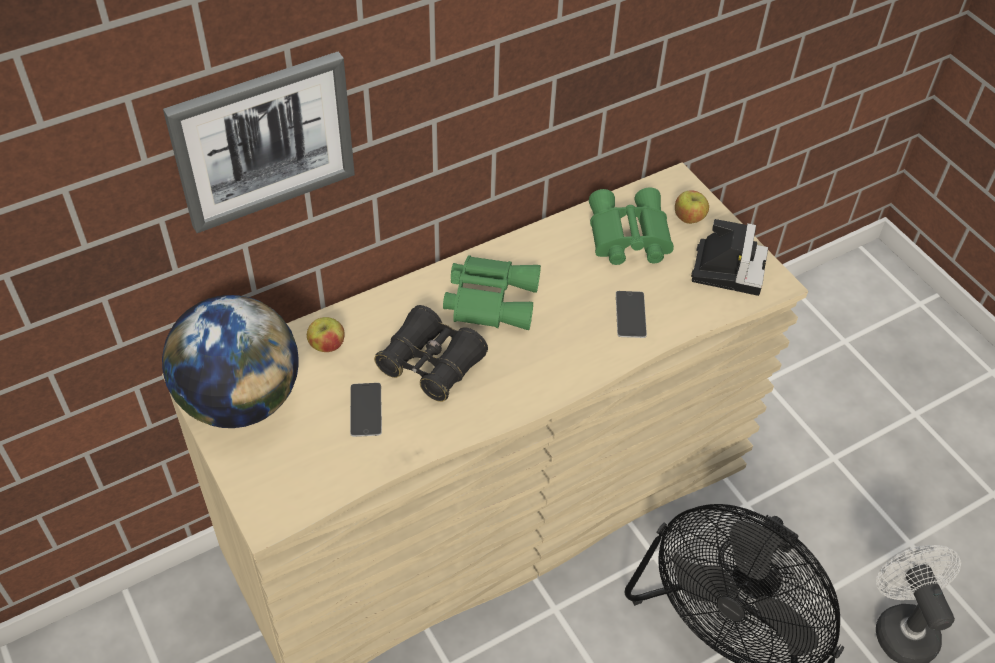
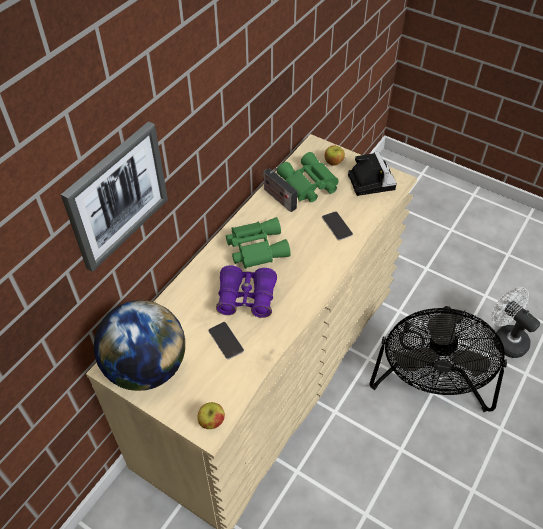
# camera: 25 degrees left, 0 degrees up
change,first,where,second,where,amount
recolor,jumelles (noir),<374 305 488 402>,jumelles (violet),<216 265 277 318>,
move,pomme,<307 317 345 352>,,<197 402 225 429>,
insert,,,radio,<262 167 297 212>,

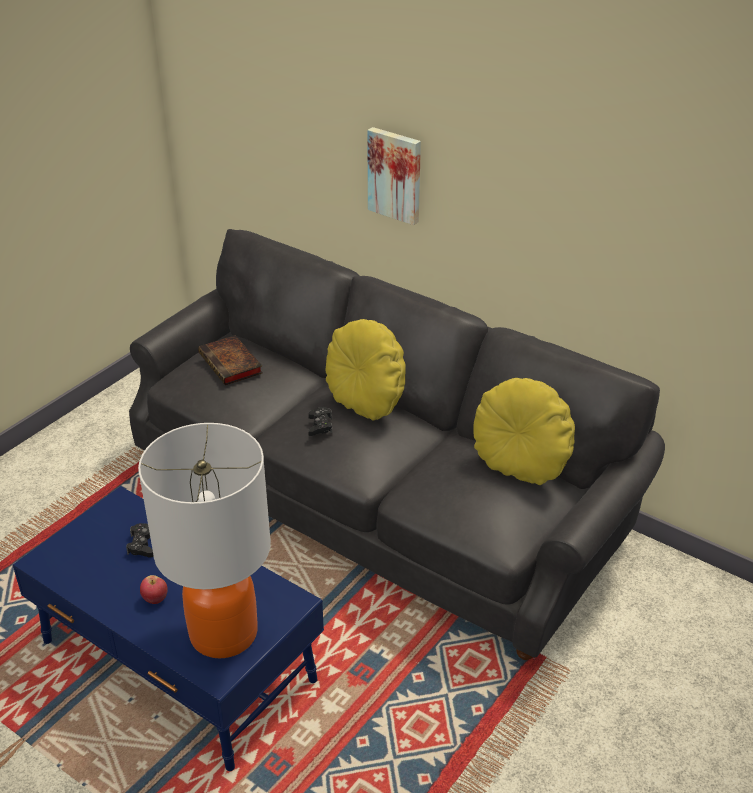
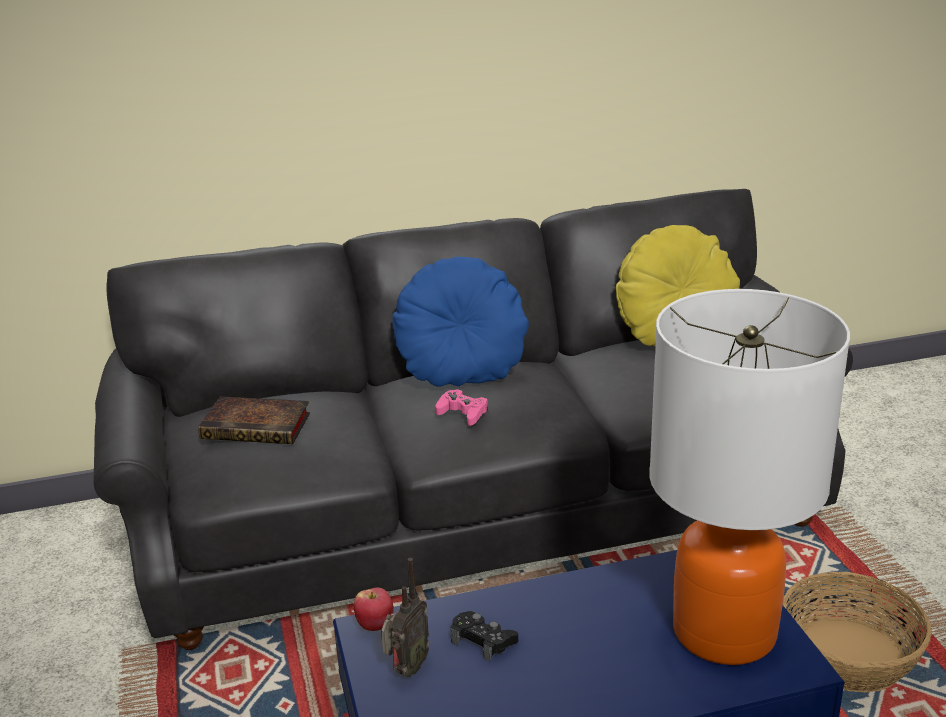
# camera: 50 degrees left, 10 degrees down
change,first,where,second,where,amount
delete,tableau,<367 127 421 225>,,,
recolor,coussin (jaune),<325 319 406 420>,coussin (bleu),<392 257 529 387>,
recolor,manette (noir),<308 407 332 436>,manette (rose),<436 389 488 426>,
move,pomme,<140 575 168 604>,,<354 587 394 631>,
insert,,,radio,<381 558 430 677>,
insert,,,panier,<783 572 932 693>,

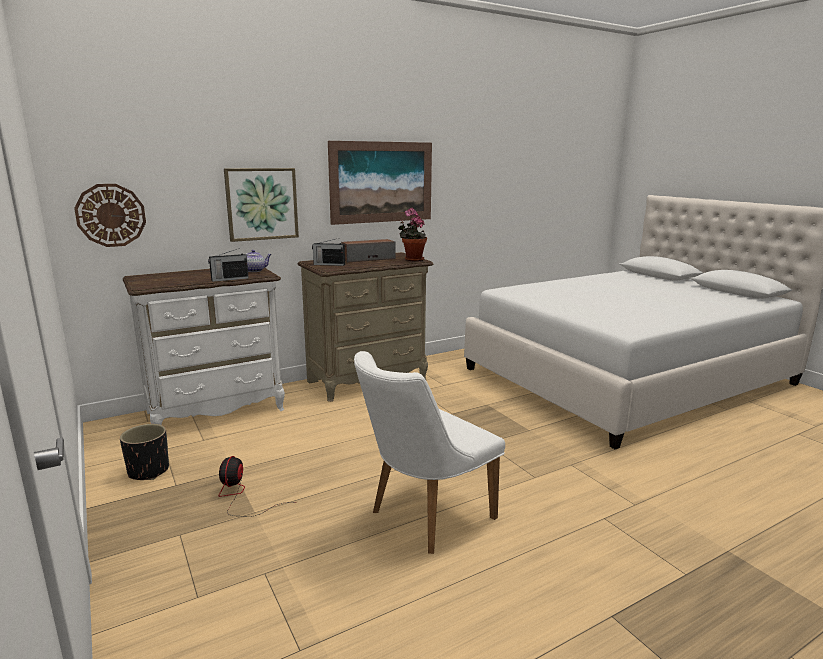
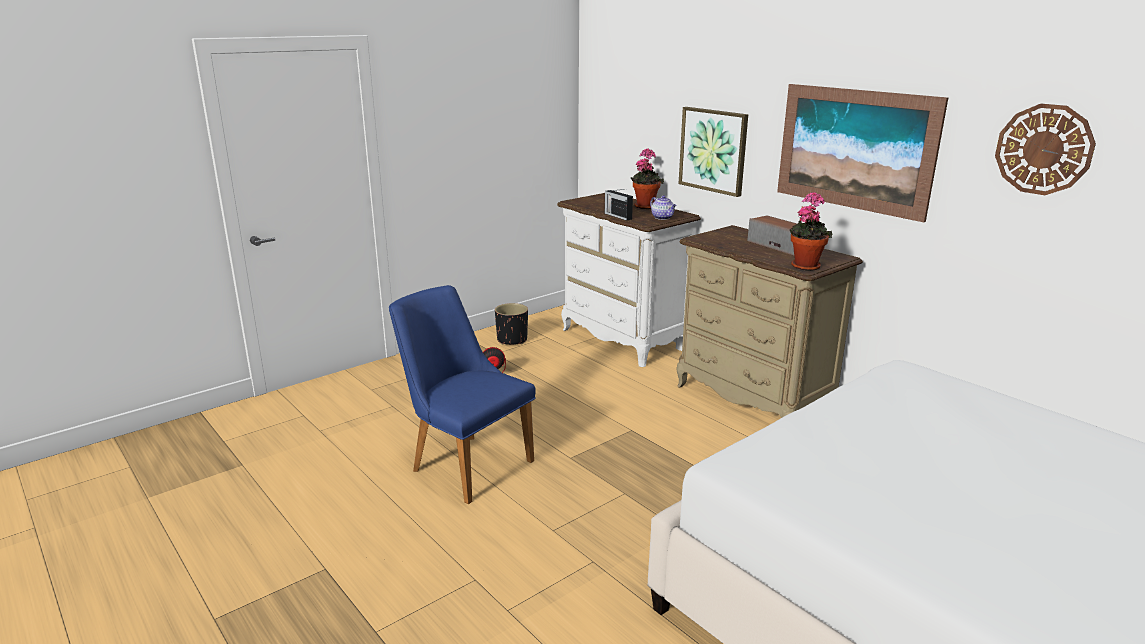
# camera: 80 degrees right, 5 degrees up
change,first,where,second,where,amount
move,horloge murale,<74 184 146 247>,,<995 104 1096 195>,
delete,radio,<312 238 345 266>,,,
recolor,chaise (blanc),<354 351 505 554>,chaise (bleu),<389 285 536 504>,
insert,,,plante en pot,<631 148 664 209>,

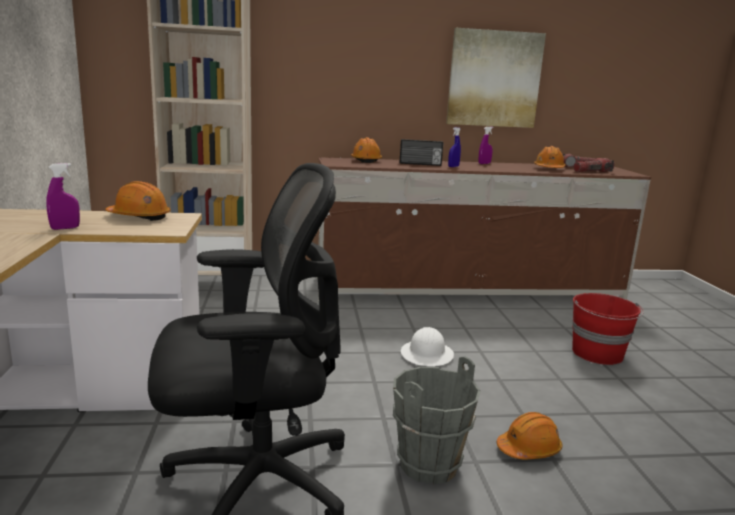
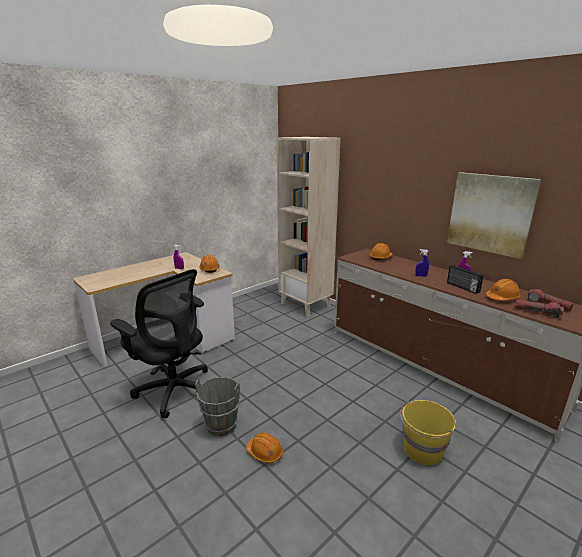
# camera: 55 degrees right, 5 degrees up
change,first,where,second,where,amount
move,radio,<399 139 443 166>,,<447 265 484 294>,
recolor,seau (rouge),<572 293 644 365>,seau (jaune),<400 400 456 465>,
delete,casque de chantier (blanc),<401 327 454 367>,,,

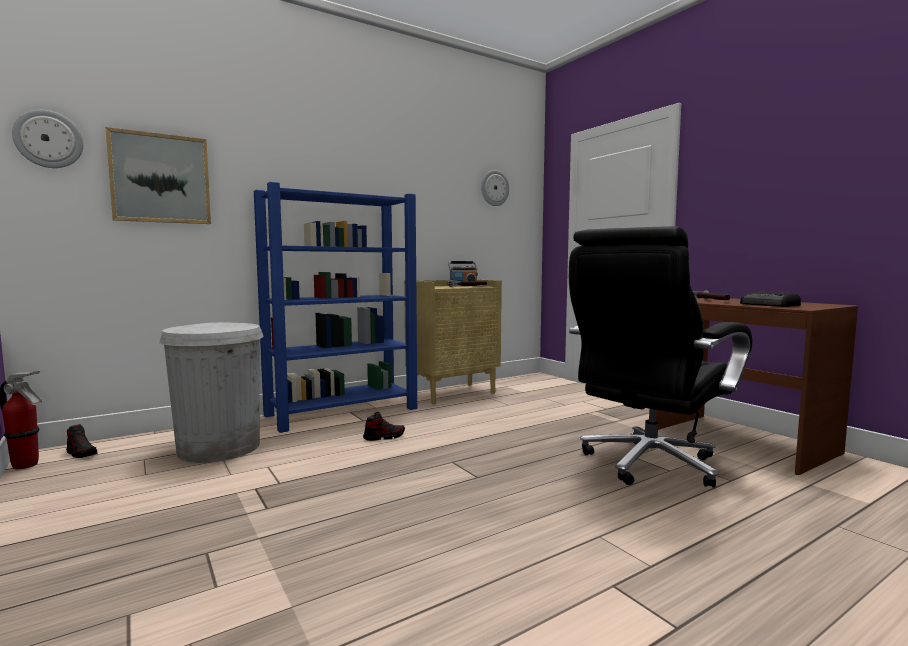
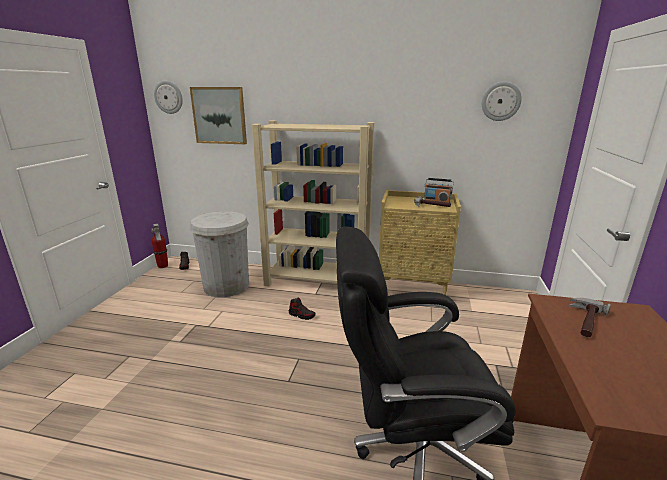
# camera: 45 degrees right, 15 degrees up
change,first,where,second,where,amount
recolor,bibliothèque (bleu),<254 182 417 433>,bibliothèque (beige),<252 120 374 287>,
delete,radio,<740 292 801 307>,,,

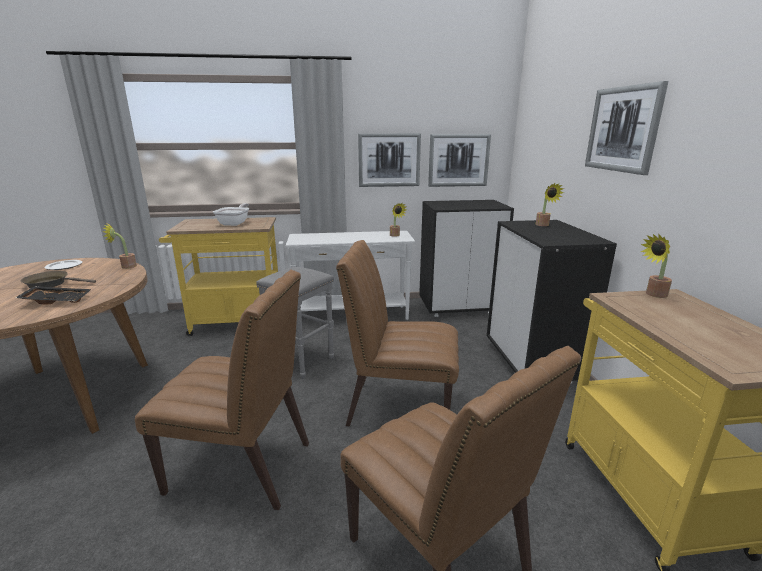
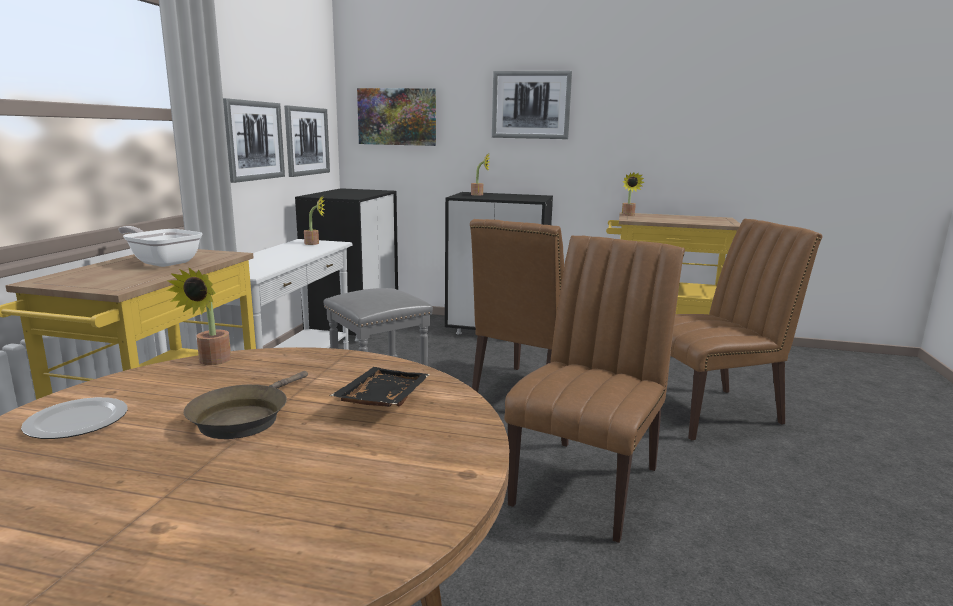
# camera: 70 degrees left, 5 degrees down
change,first,where,second,where,amount
insert,,,tableau,<357 88 436 146>,

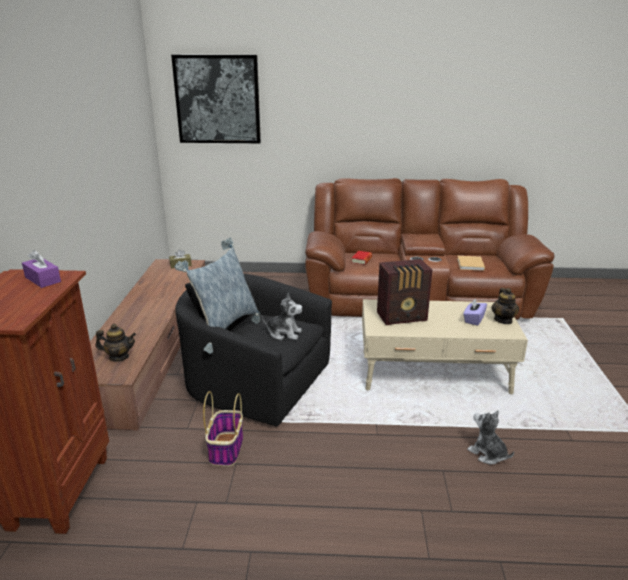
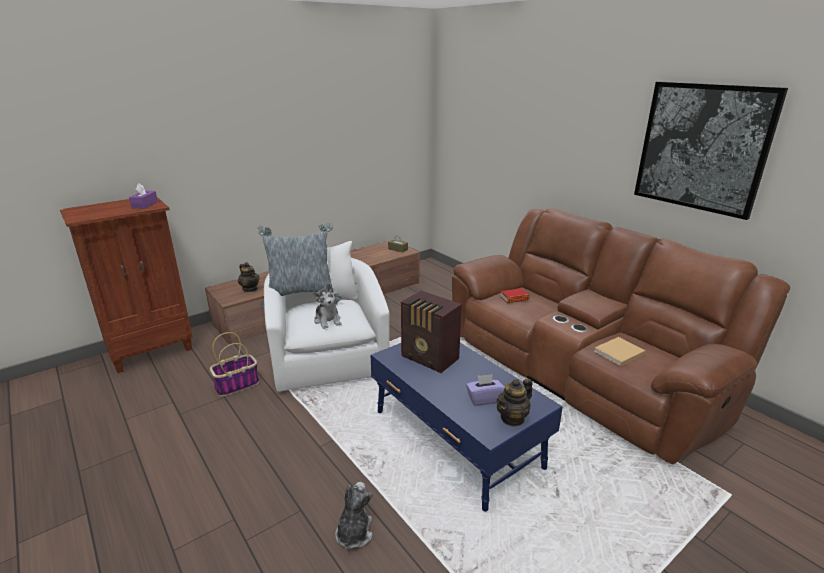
# camera: 50 degrees right, 0 degrees up
change,first,where,second,where,amount
move,tableau,<171 55 261 143>,,<634 82 788 220>,
recolor,fauteuil (noir),<175 274 332 426>,fauteuil (blanc),<264 241 390 392>,
recolor,table basse (beige),<362 299 528 394>,table basse (bleu),<370 343 563 512>,

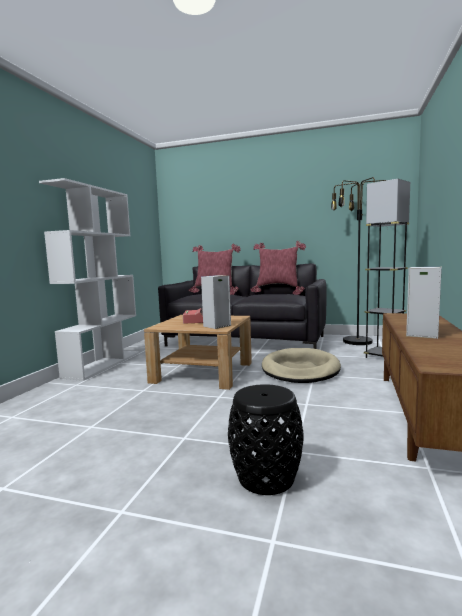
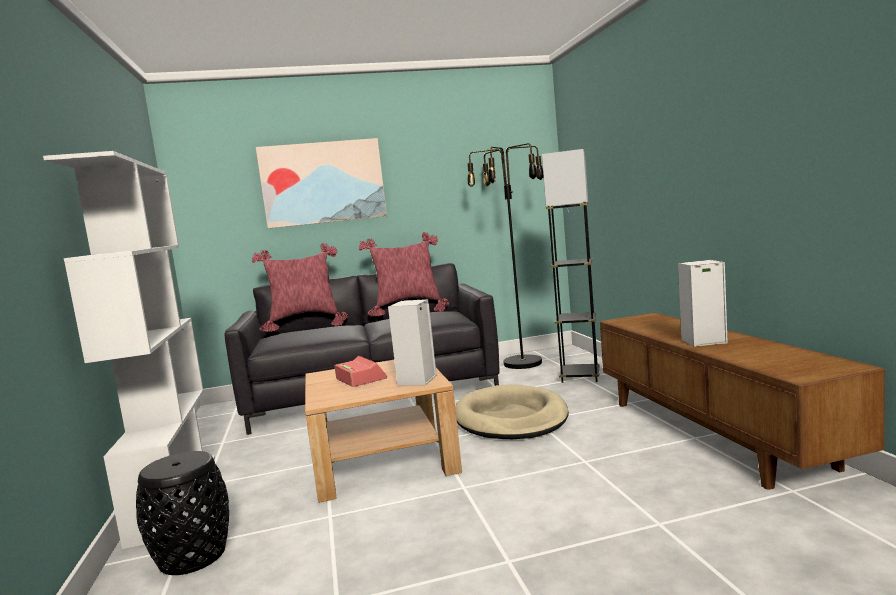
# camera: 30 degrees left, 0 degrees up
change,first,where,second,where,amount
move,tabouret (noir),<228 384 304 495>,,<136 451 229 575>,
insert,,,tableau,<256 138 387 228>,

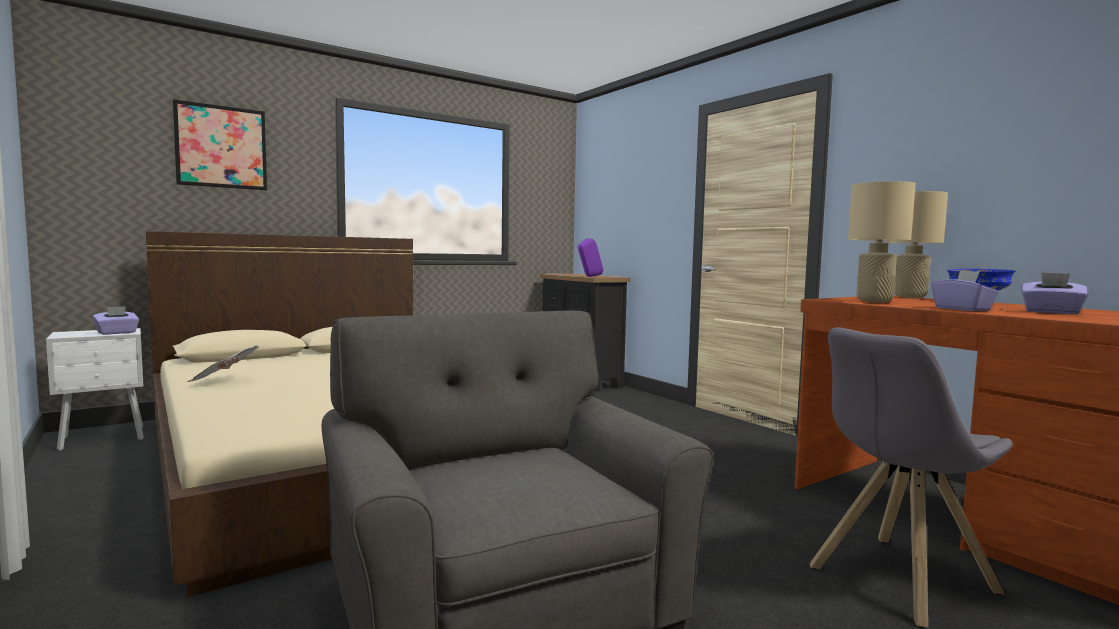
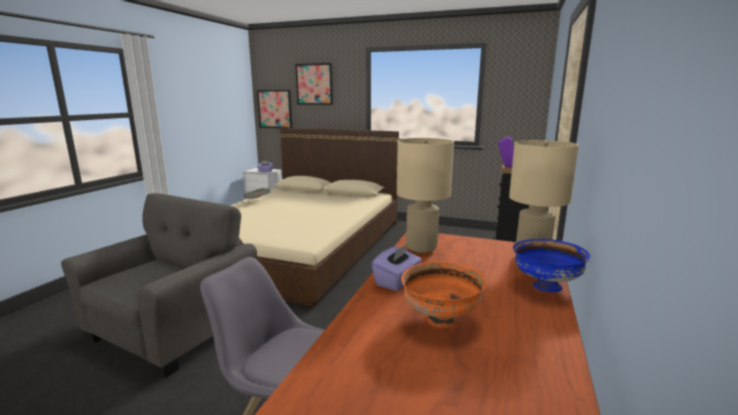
# camera: 55 degrees right, 10 degrees up
change,first,where,second,where,amount
replace,boîte à mouchoirs (violet),<1022 272 1088 314>,bol (orange),<401 261 486 328>,
insert,,,tableau,<257 90 293 128>,

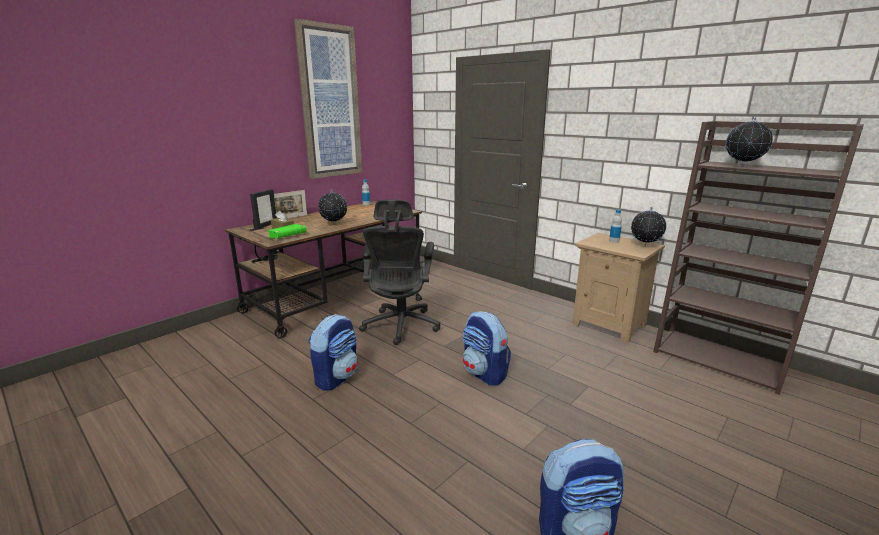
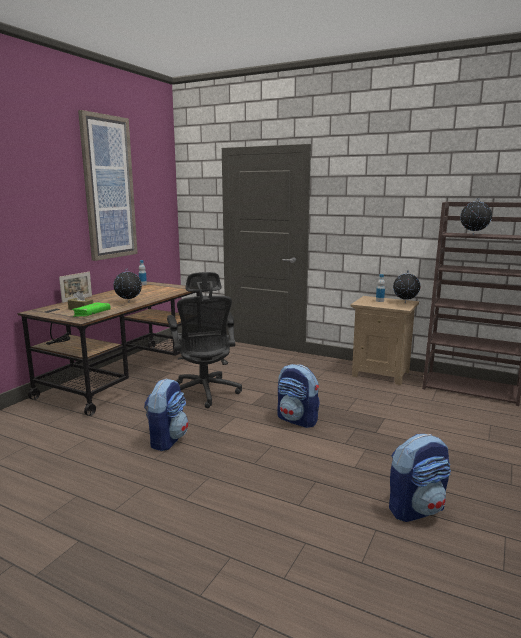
# camera: 15 degrees left, 5 degrees down
change,first,where,second,where,amount
delete,cadre photo,<250 189 277 229>,,,

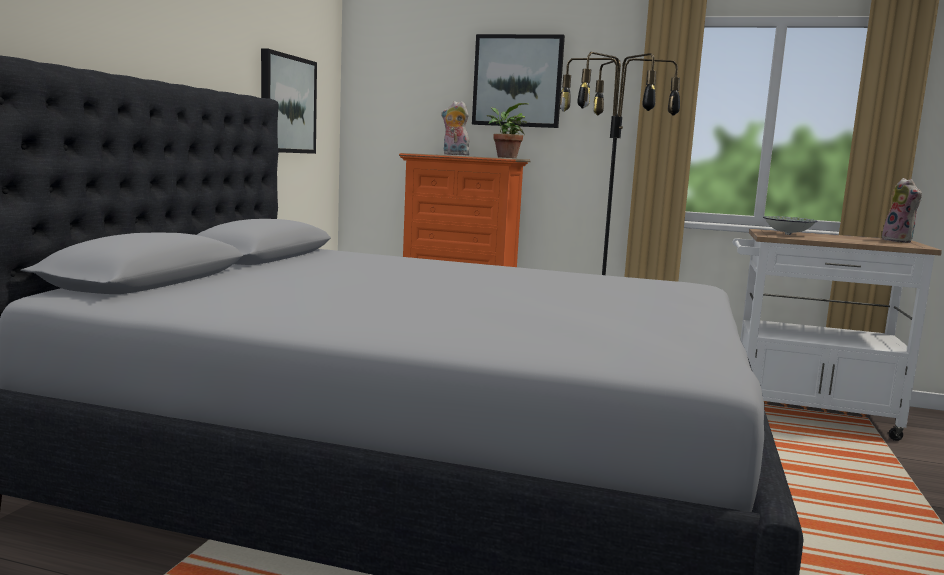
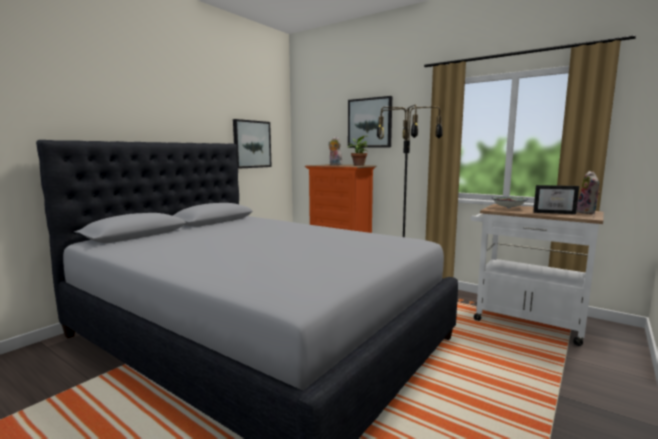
# camera: 20 degrees right, 0 degrees up
change,first,where,second,where,amount
insert,,,cadre photo,<533 185 579 214>,

